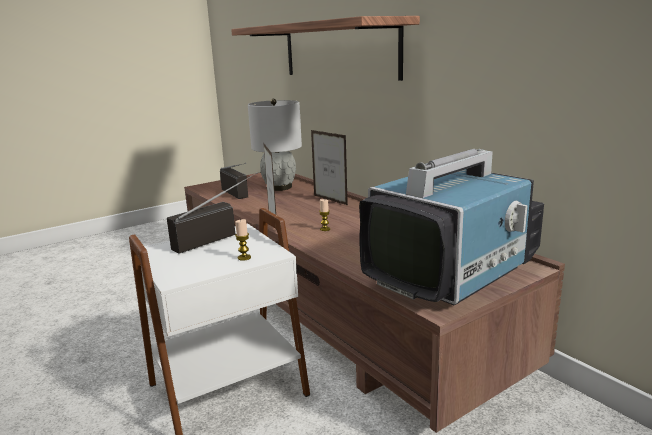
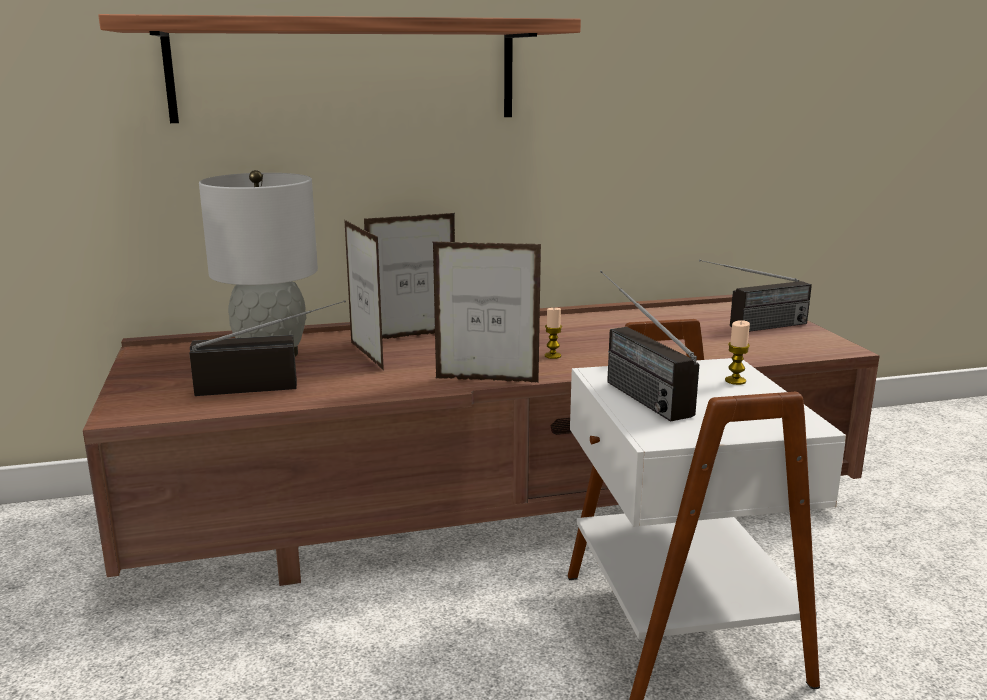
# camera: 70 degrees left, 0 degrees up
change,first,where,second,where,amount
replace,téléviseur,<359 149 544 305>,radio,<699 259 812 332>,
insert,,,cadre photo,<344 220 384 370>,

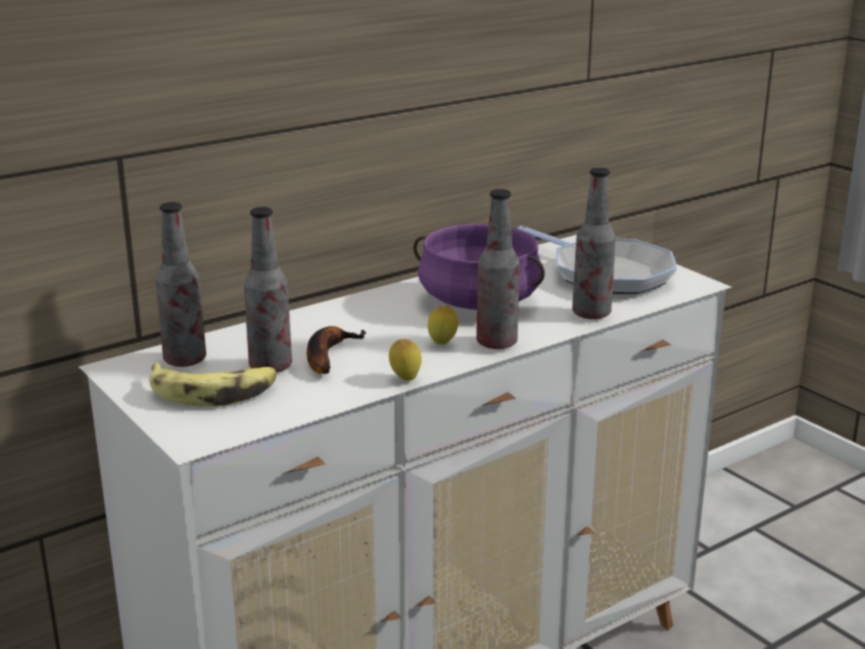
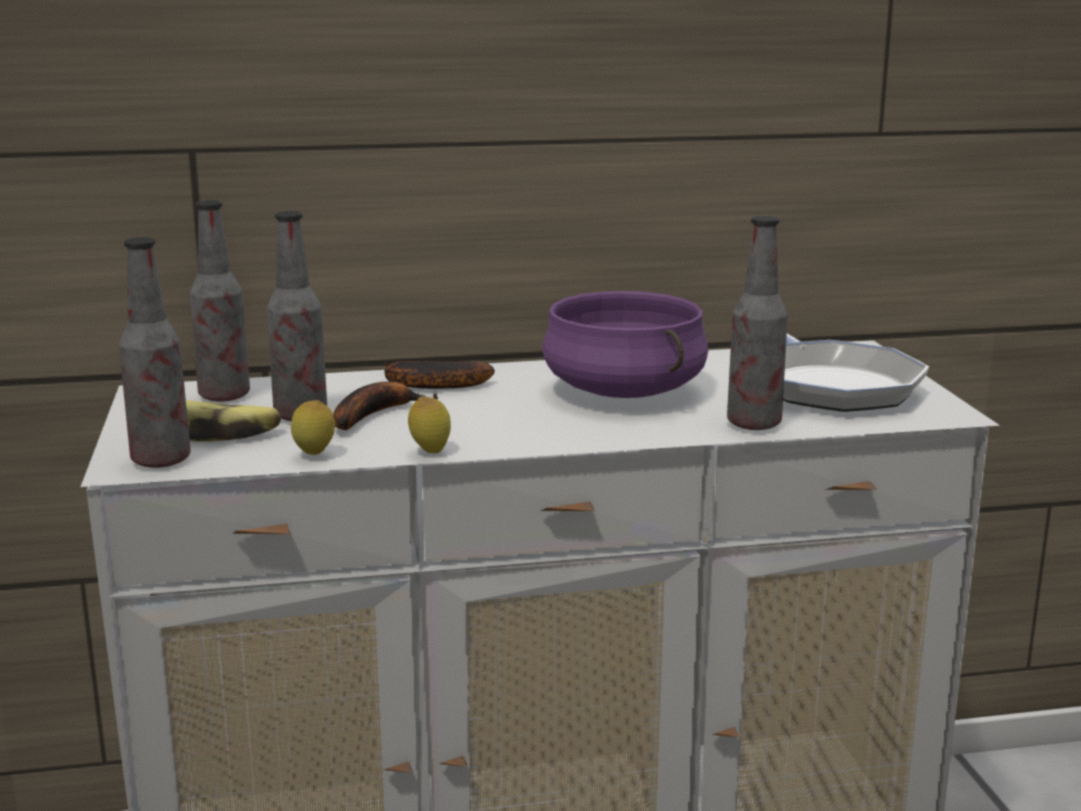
# camera: 25 degrees right, 5 degrees down
change,first,where,second,where,amount
move,bouteille,<476 189 520 349>,,<119 237 191 468>,
move,citron,<428 305 458 344>,,<291 400 335 455>,
insert,,,banane,<385 361 495 389>,

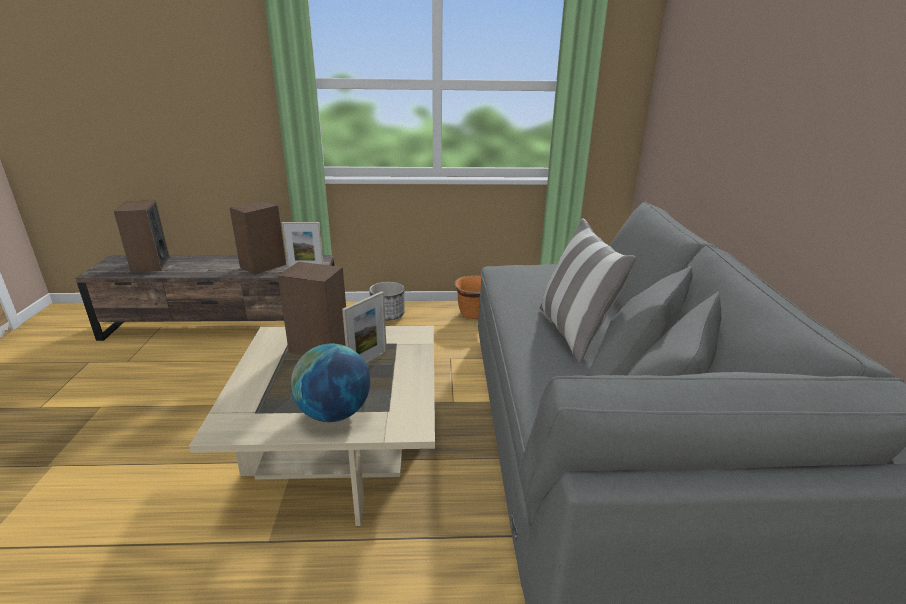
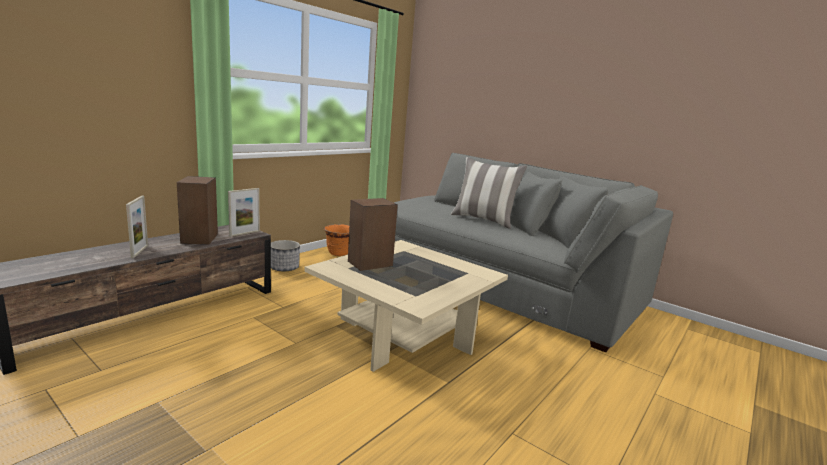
# camera: 50 degrees left, 10 degrees down
change,first,where,second,where,amount
delete,enceinte,<114 200 170 273>,,,
move,cadre photo,<342 291 387 364>,,<126 196 148 258>,
delete,globe,<291 344 370 422>,,,

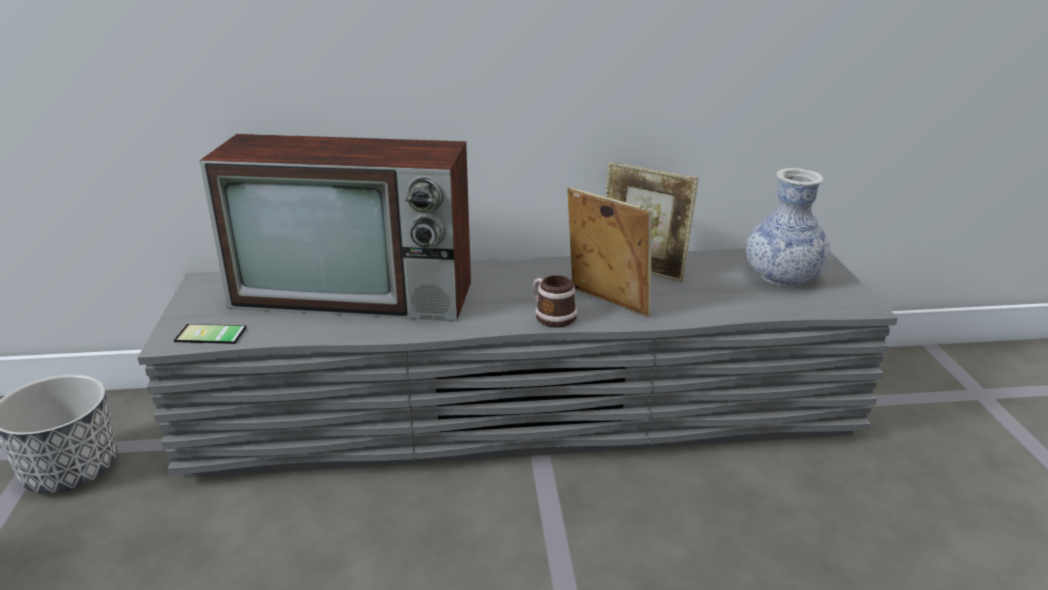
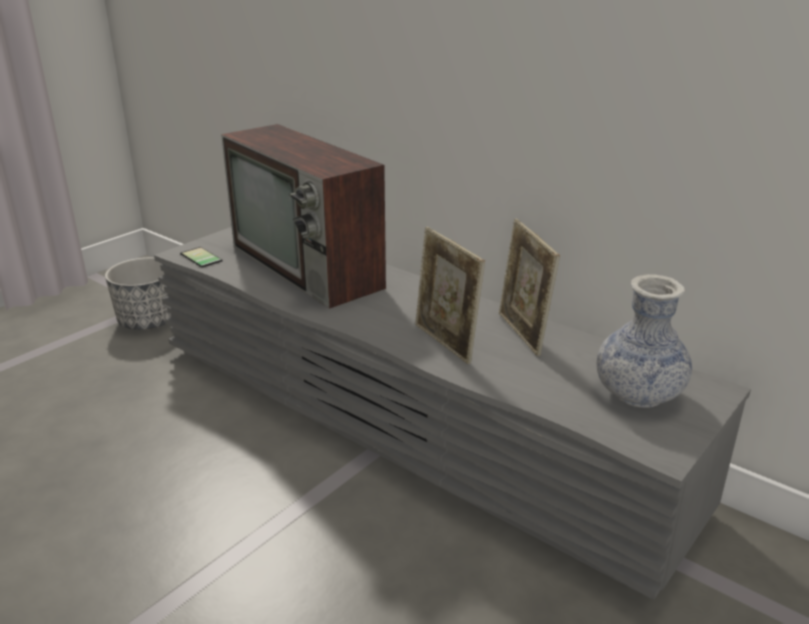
# camera: 45 degrees right, 0 degrees up
change,first,where,second,where,amount
rotate,cadre photo,<567 187 652 317>,,<415 227 485 364>,150 degrees clockwise
delete,mug,<532 275 577 327>,,,

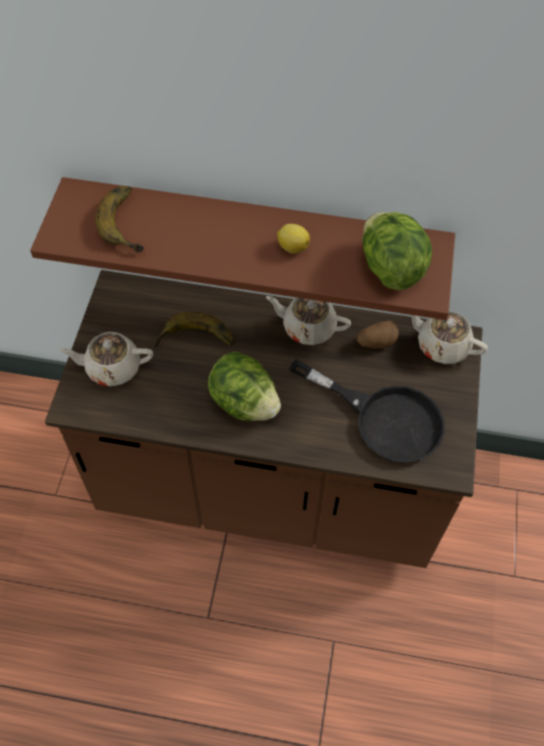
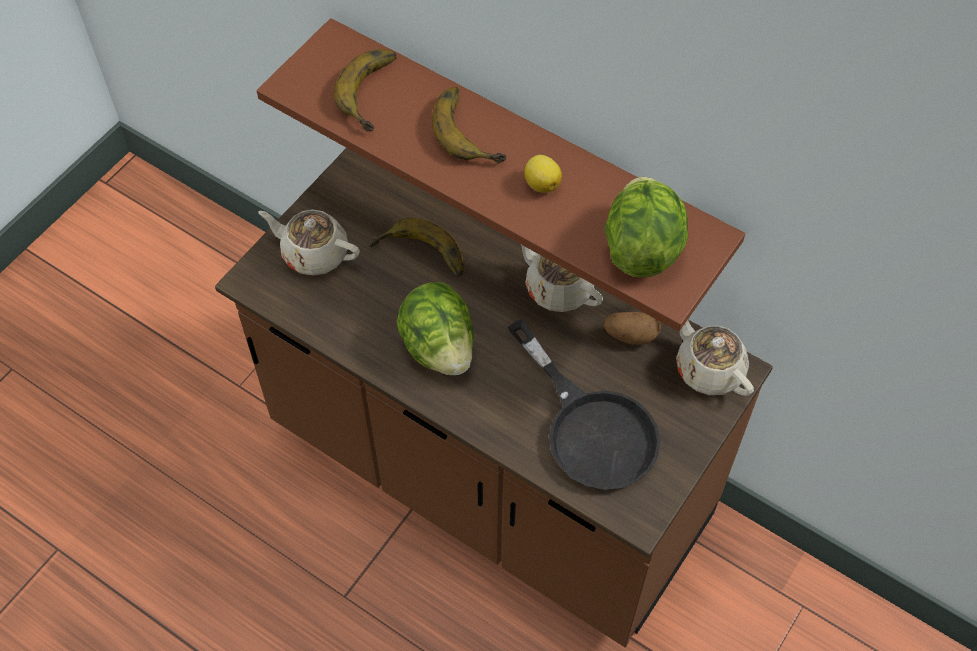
# camera: 25 degrees right, 0 degrees up
change,first,where,second,where,amount
insert,,,banane,<432 87 507 164>,

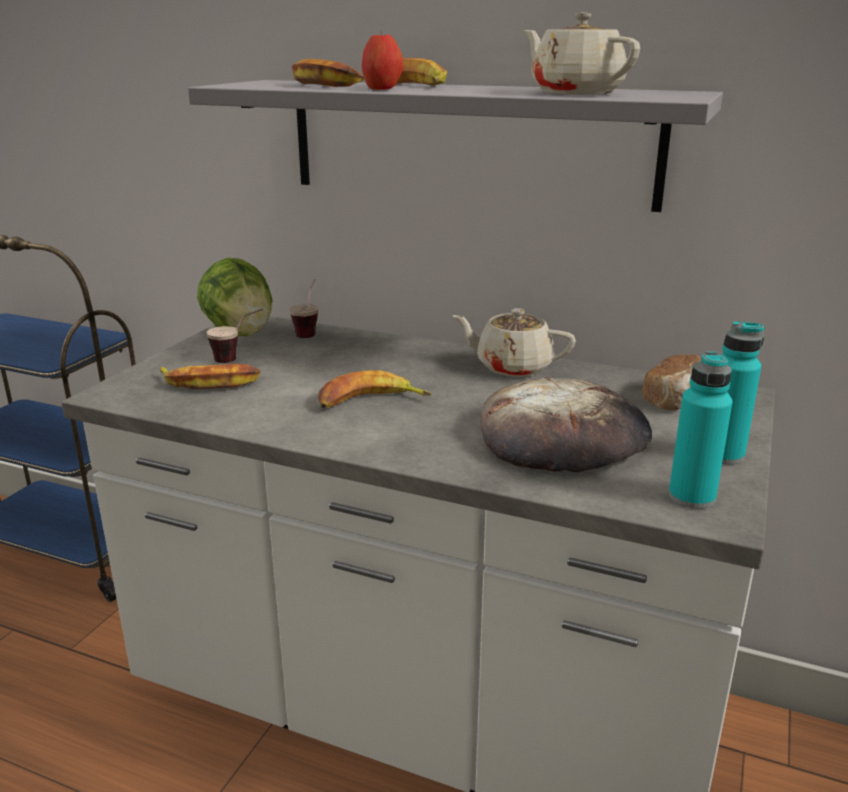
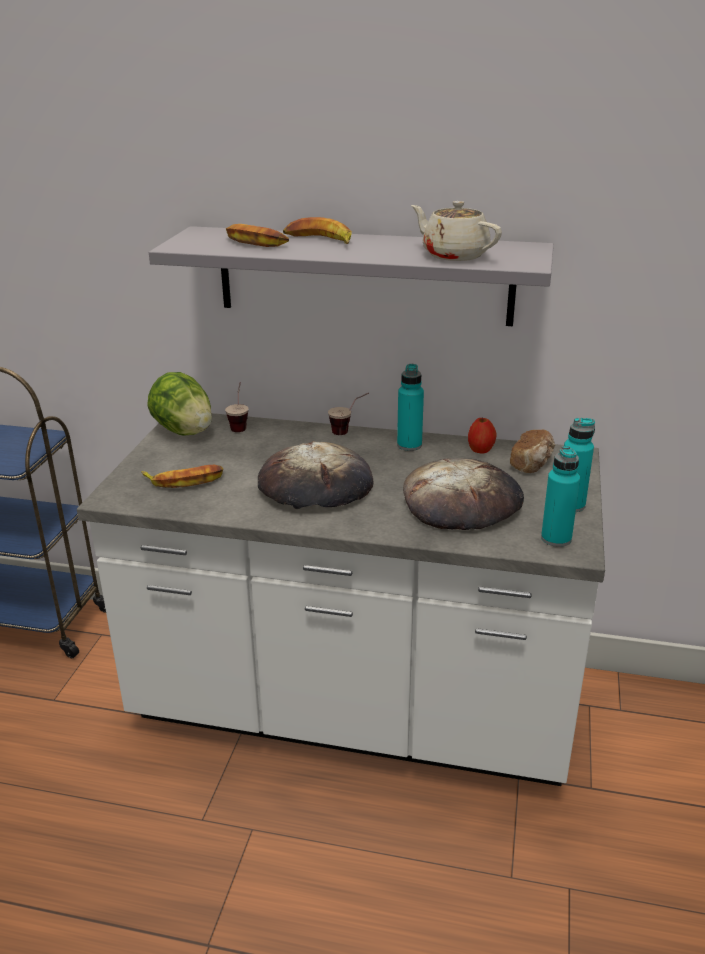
# camera: 10 degrees left, 5 degrees up
change,first,where,second,where,amount
move,pomme,<362 31 404 90>,,<468 418 496 453>,
replace,théière (beige),<453 308 576 377>,bouteille (turquoise),<397 364 424 451>,
move,tasse,<206 309 263 363>,,<328 393 369 435>,
replace,banane,<318 370 431 408>,pain,<258 441 374 509>,

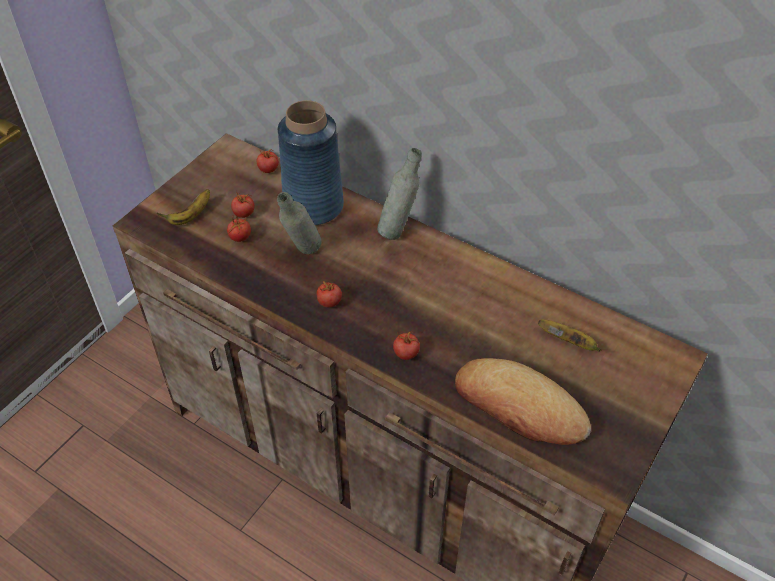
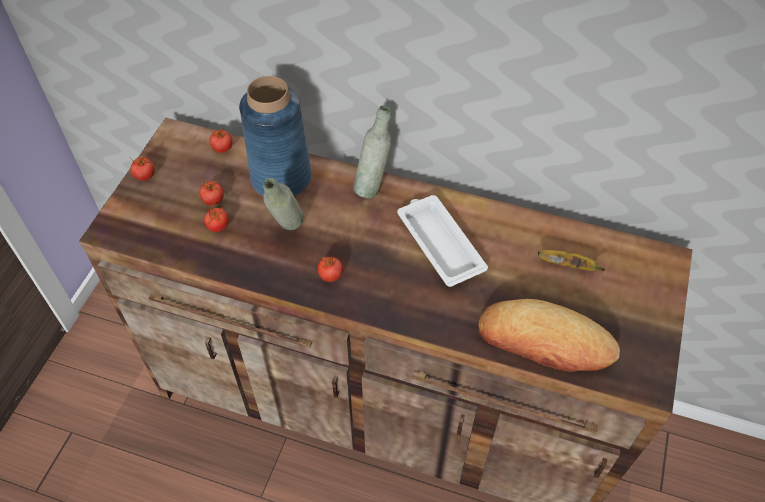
# camera: 15 degrees left, 5 degrees up
change,first,where,second,where,amount
delete,banane,<156 189 210 225>,,,
move,tomate,<393 331 420 360>,,<130 155 155 181>,
insert,,,plateau (blanc),<397 195 488 287>,

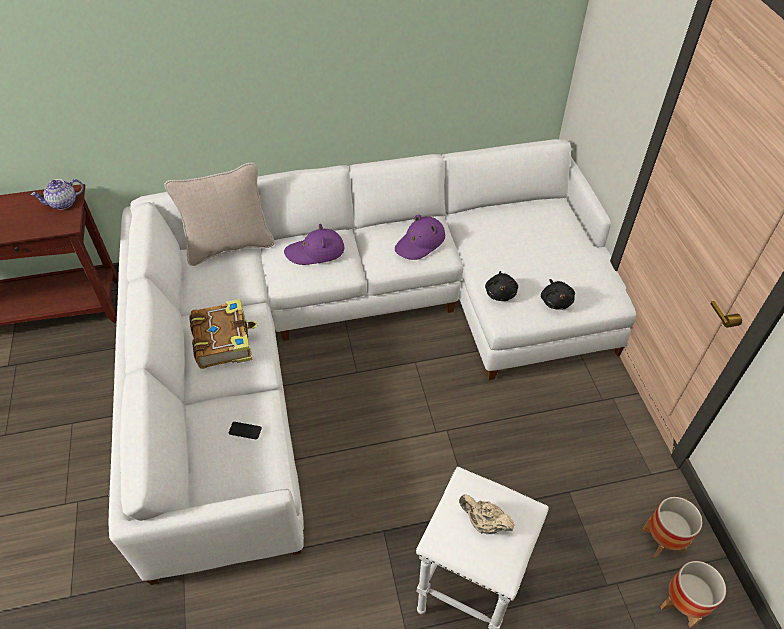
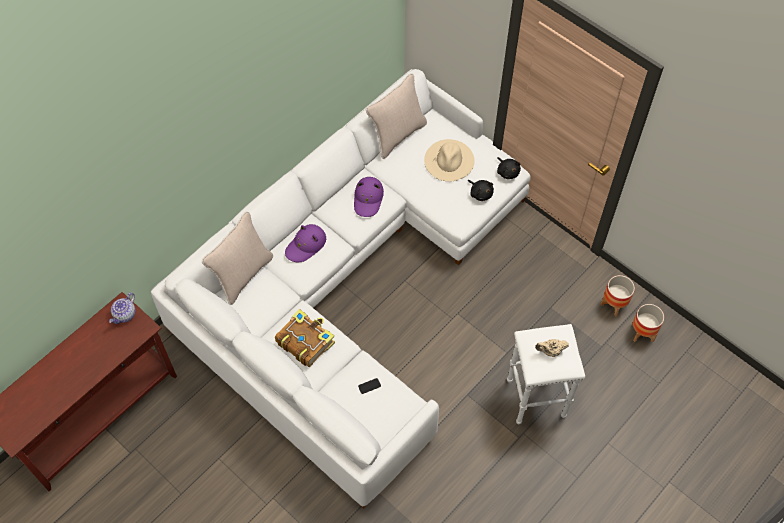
# camera: 35 degrees left, 10 degrees up
change,first,where,second,where,amount
move,peluche (noir),<485 271 518 301>,,<497 157 521 179>,
insert,,,coussin (beige),<366 73 427 159>,
insert,,,chapeau (beige),<424 139 475 182>,

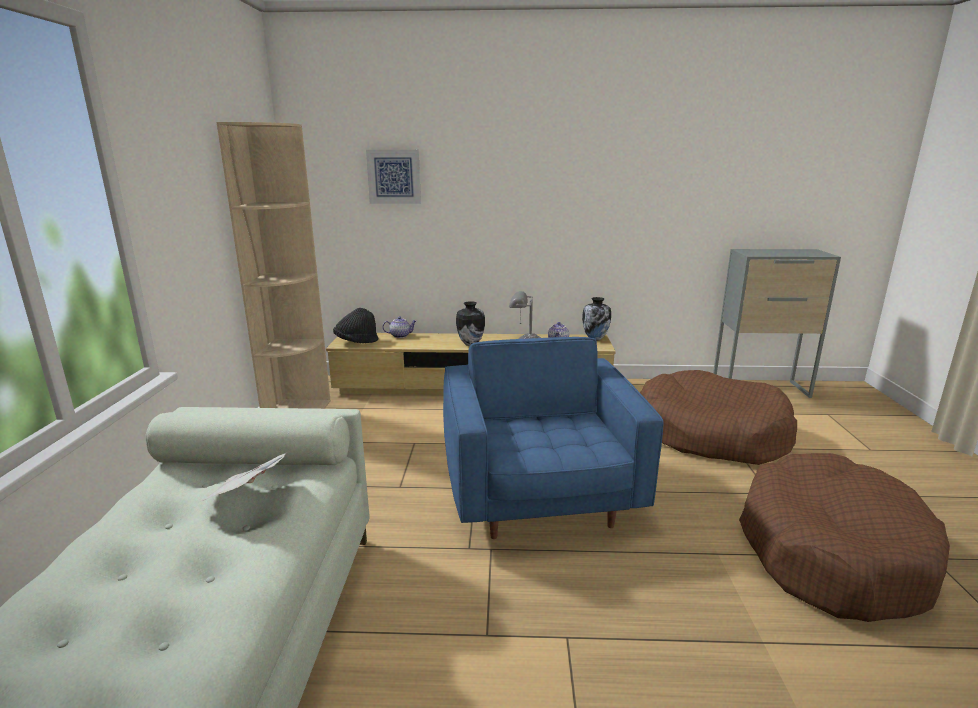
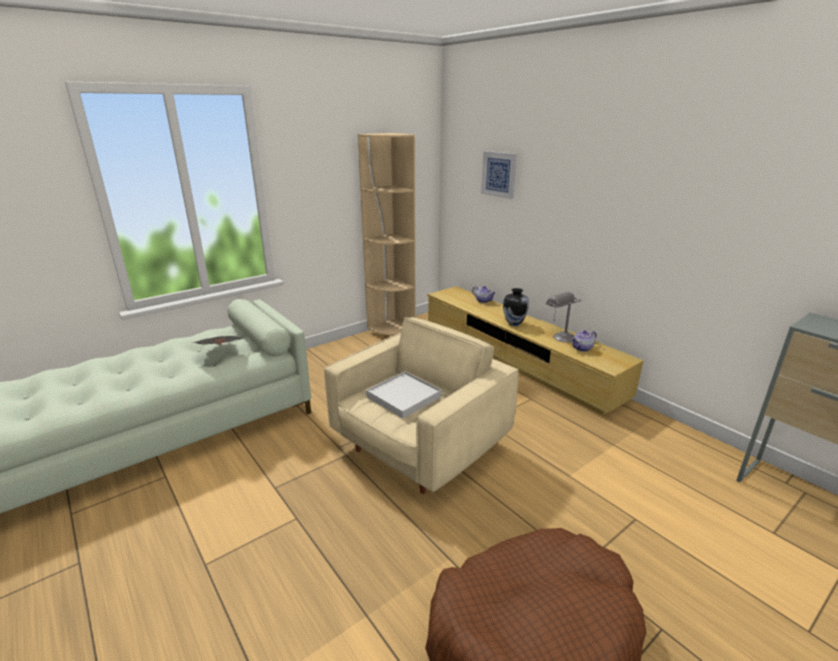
# camera: 50 degrees right, 5 degrees up
change,first,where,second,where,amount
delete,vase,<582 297 611 341>,,,
delete,chapeau (noir),<333 308 378 343>,,,
recolor,fauteuil (bleu),<443 337 664 539>,fauteuil (beige),<324 317 519 494>,
delete,panier pour chien (marron),<640 370 797 465>,,,
insert,,,plateau (blanc),<366 371 442 419>,

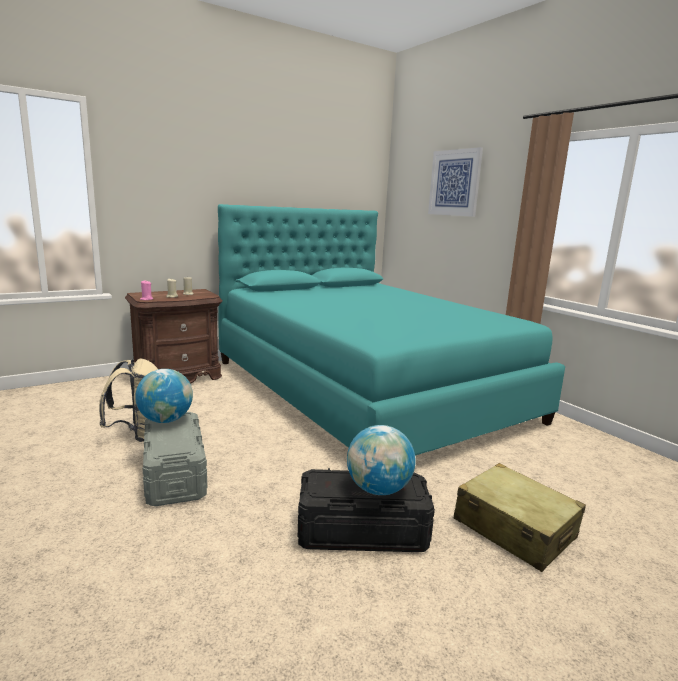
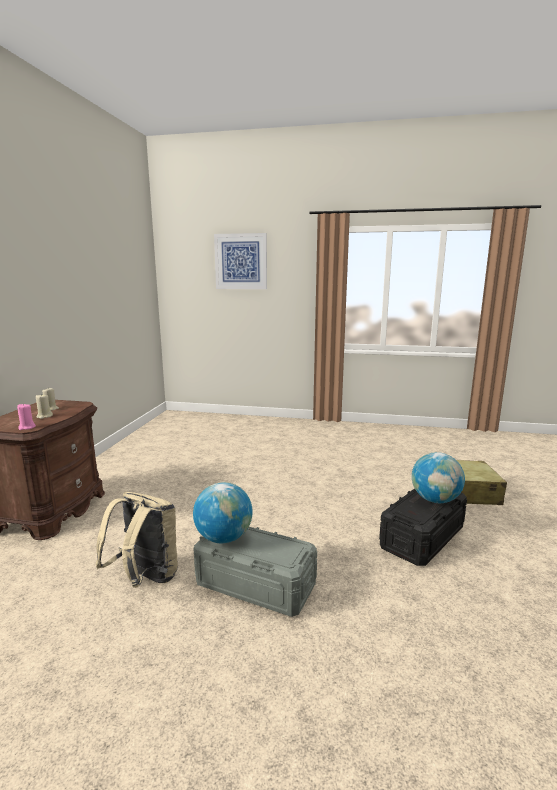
# camera: 45 degrees left, 0 degrees up
change,first,where,second,where,amount
delete,lit (turquoise),<218 204 565 456>,,,

